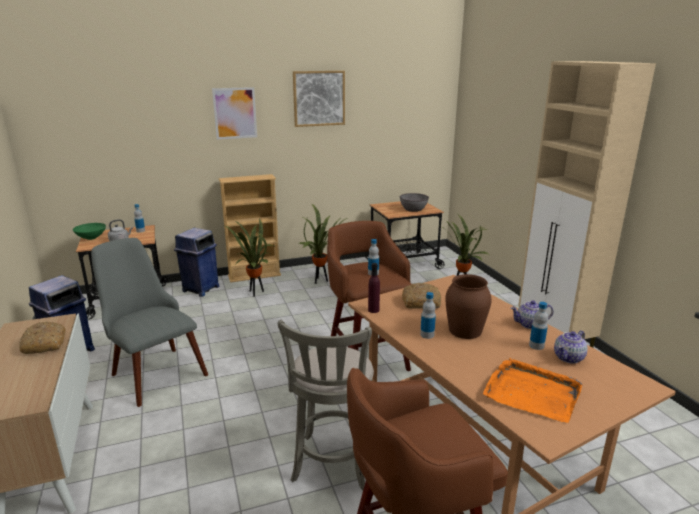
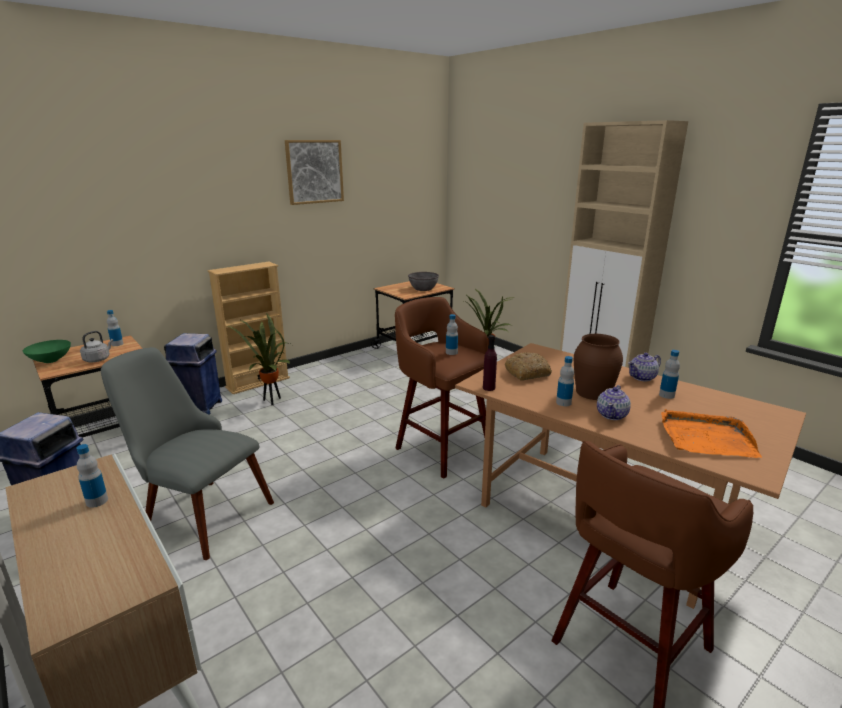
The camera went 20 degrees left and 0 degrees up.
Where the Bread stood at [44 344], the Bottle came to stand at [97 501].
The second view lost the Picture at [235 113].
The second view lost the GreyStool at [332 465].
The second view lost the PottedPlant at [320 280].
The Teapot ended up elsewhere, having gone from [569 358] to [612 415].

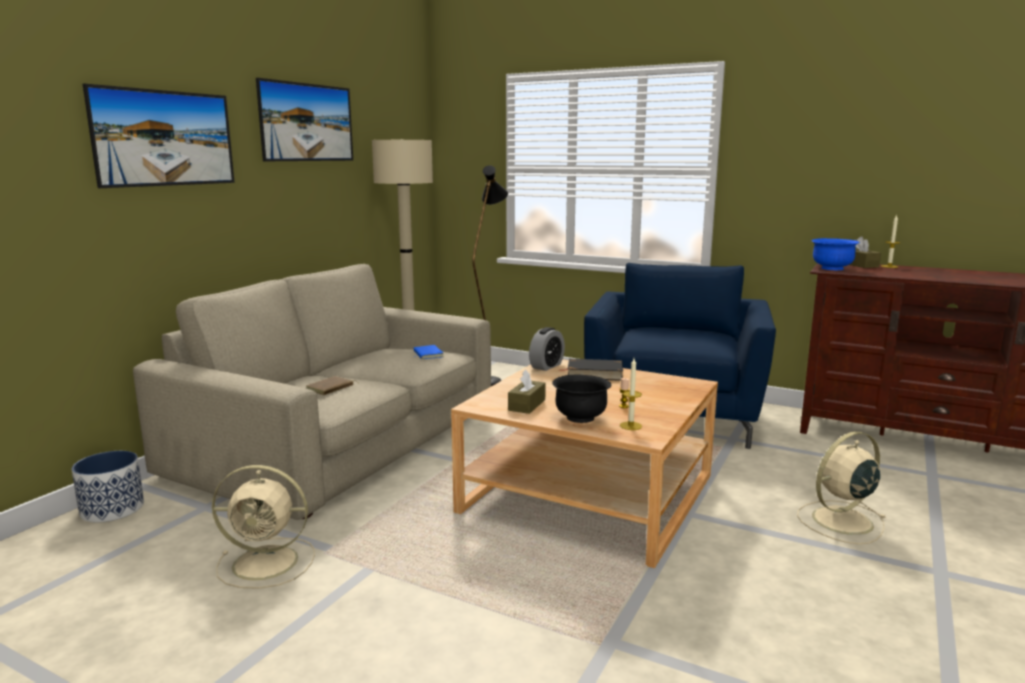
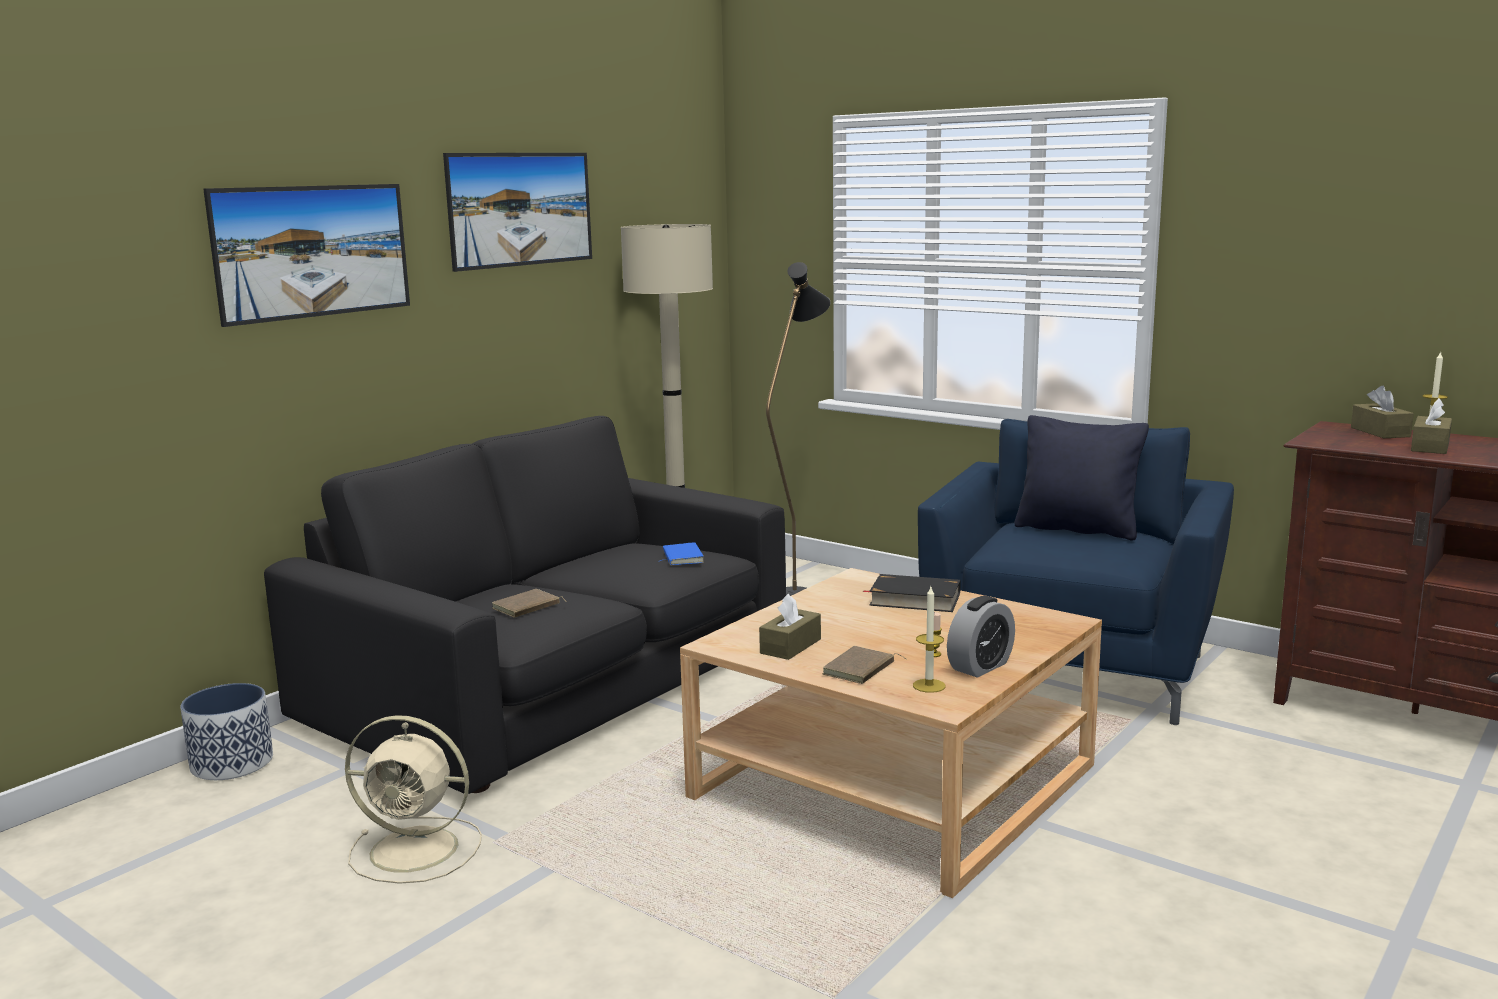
The camera went 10 degrees right and 0 degrees up.
What was the BeigeSofa at [342 441] turned into the BlackSofa at [556 682].
The AlarmClock ended up elsewhere, having gone from [546 366] to [980 666].
Where the BlackBowl stood at [580 418], the BrownBook came to stand at [860 670].
The second view lost the BeigeFan at [840 521].
The second view lost the BlueBowl at [832 268].
The second view gained the BlackPillow at [1077 529].
The second view gained the BrownTissueBox at [1430 447].

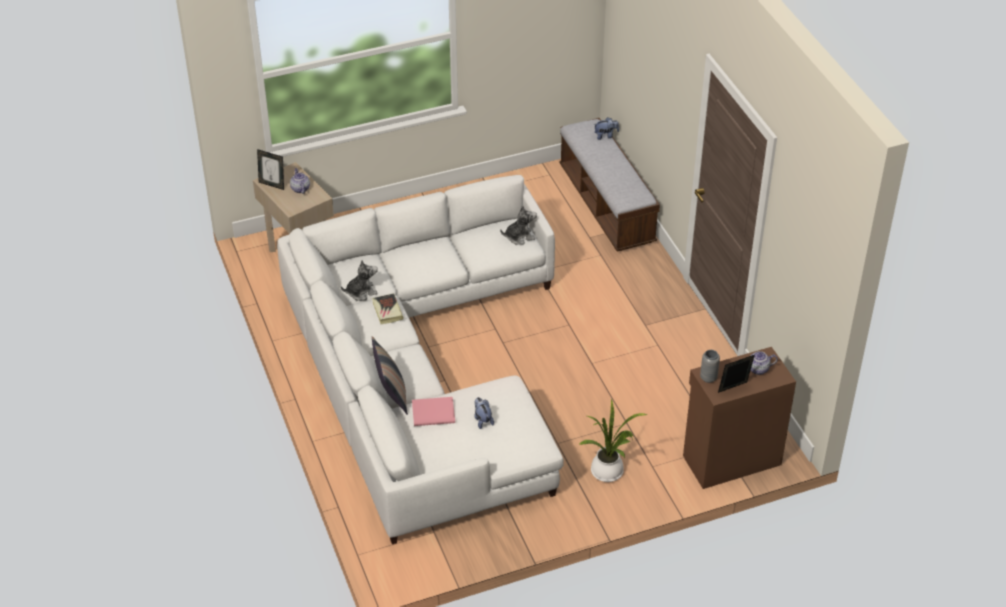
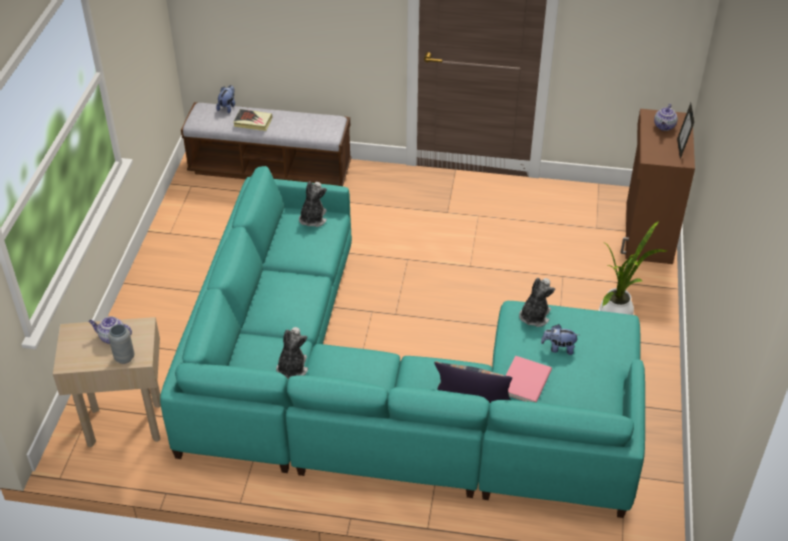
The camera went 60 degrees left and 0 degrees up.
The second view lost the PictureFrame at [272 184].
What was the WhiteSofa at [420 372] turned into the TurquoiseSofa at [389 393].
The Book ended up elsewhere, having gone from [387 311] to [253 122].
The GreyVase ended up elsewhere, having gone from [708 378] to [124 358].
The second view gained the PlushToy at [534 316].

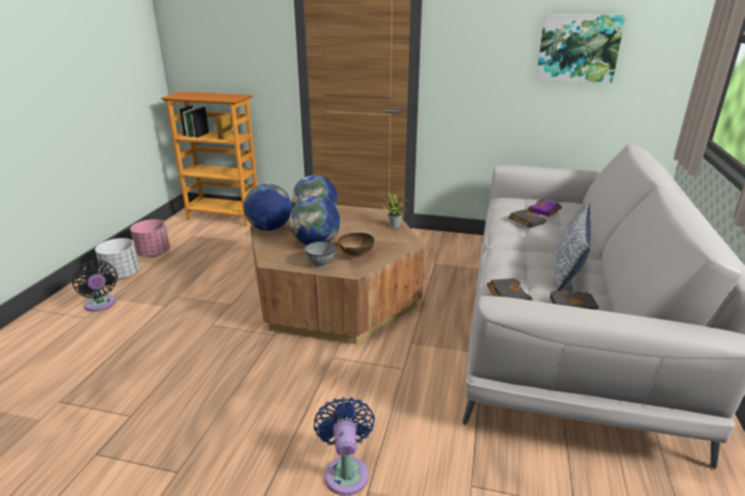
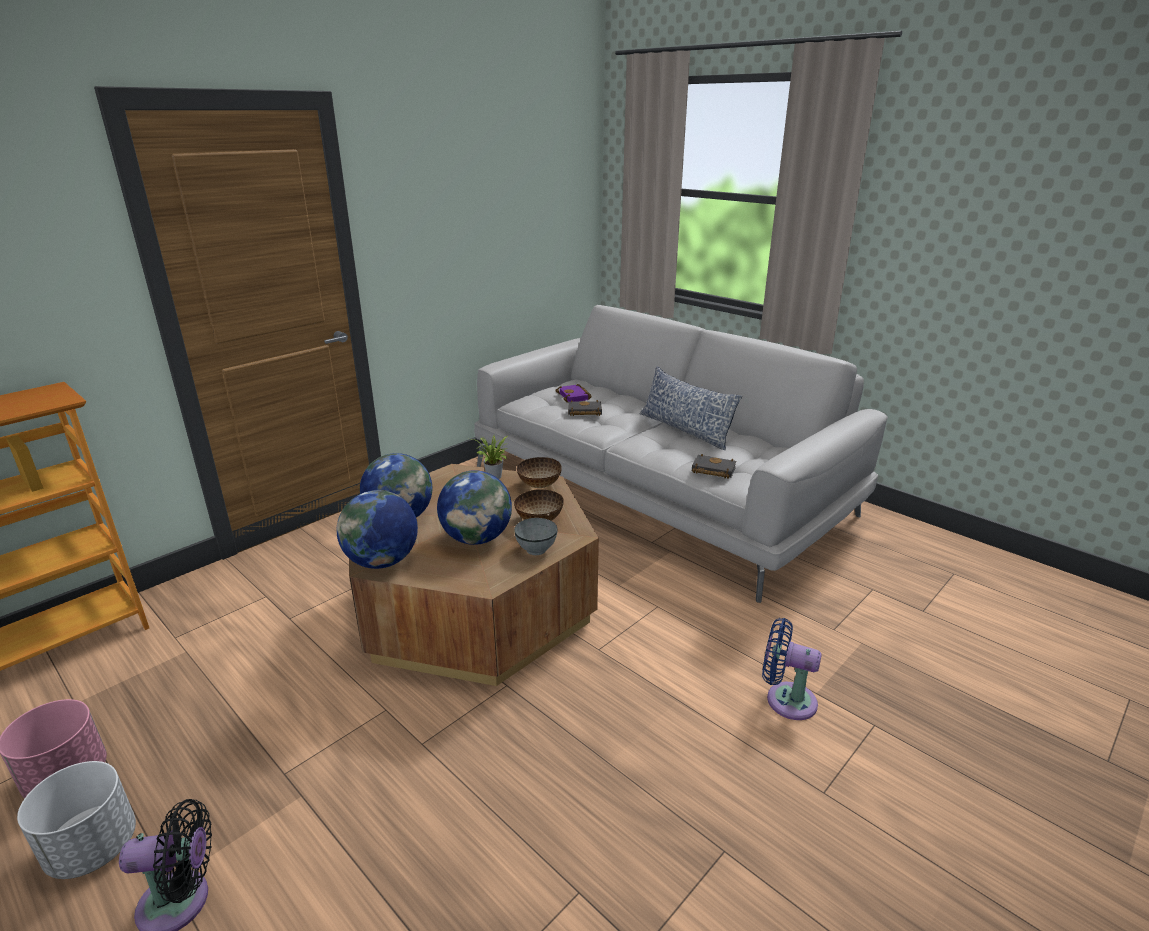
The camera went 60 degrees left and 0 degrees up.
The second view lost the Picture at [578 48].
The second view lost the BlackBook at [573 305].
The second view gained the Bowl at [539 485].

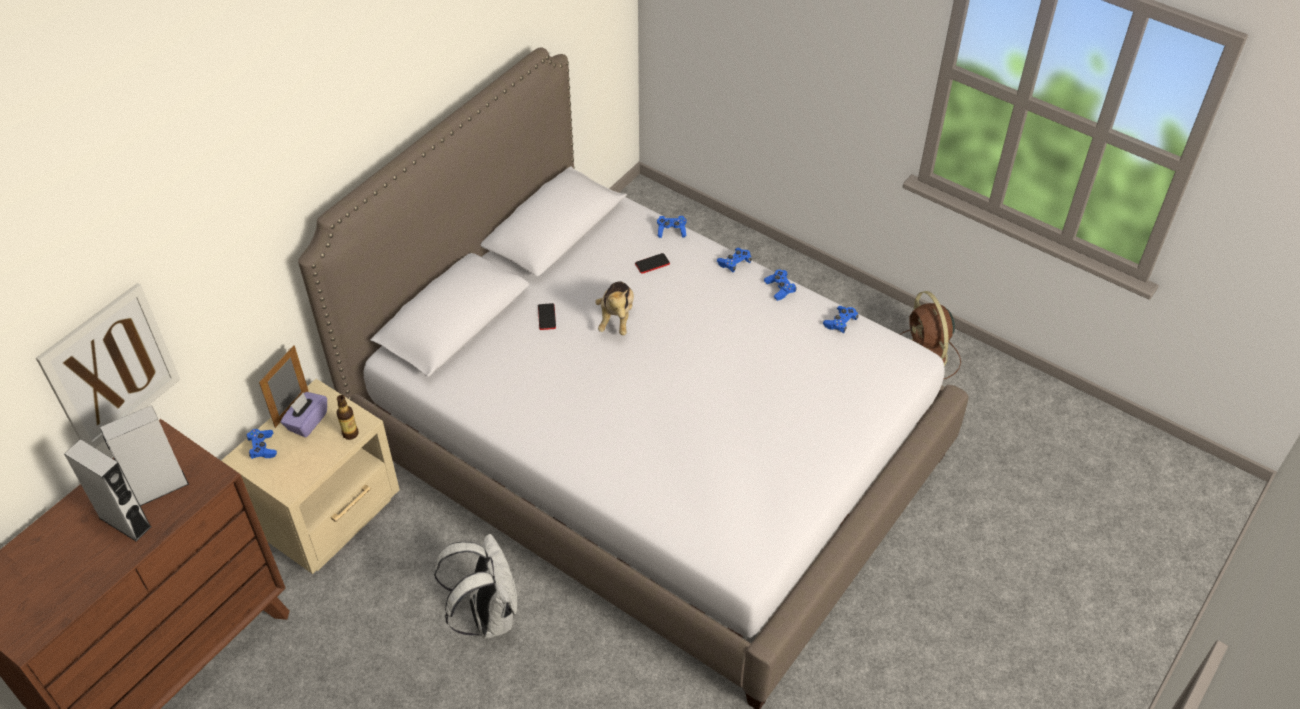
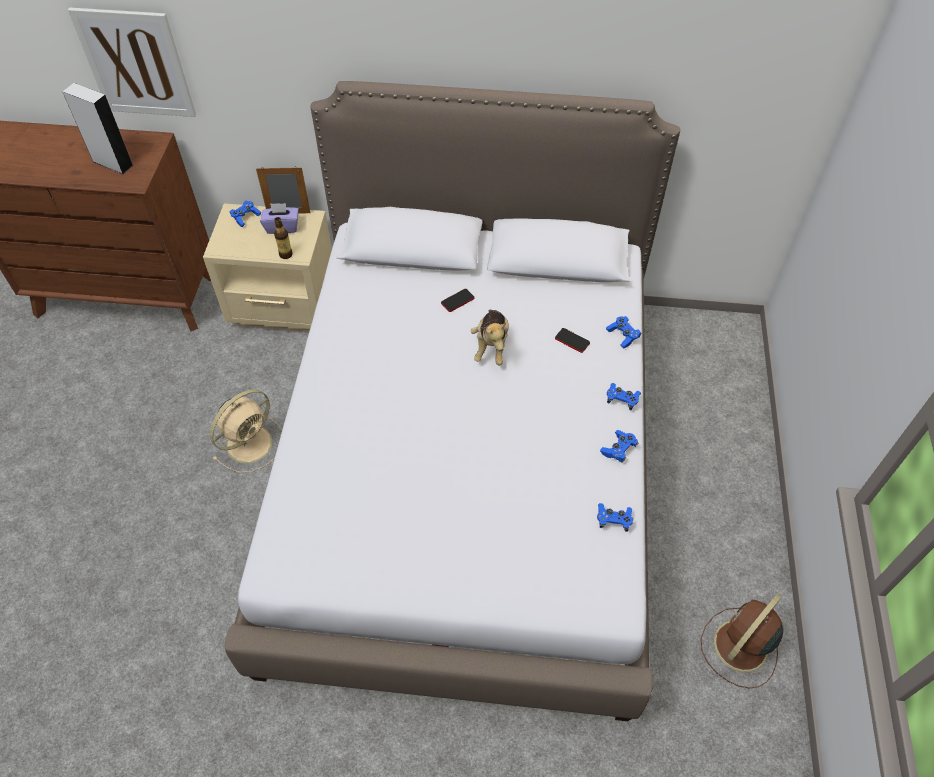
The camera went 60 degrees right and 5 degrees up.
The second view lost the GreySpeaker at [125 522].
Where the WhiteBackpack stood at [487 615], the BeigeFan came to stand at [251 442].
The PlushToy at [616 317] ended up facing another way, 60 degrees counterclockwise from before.

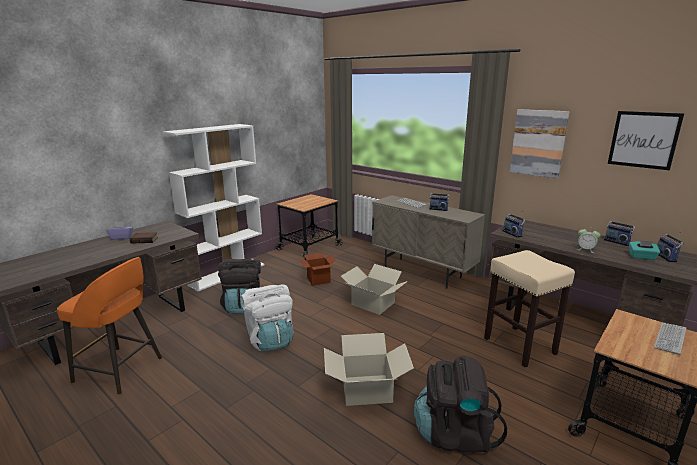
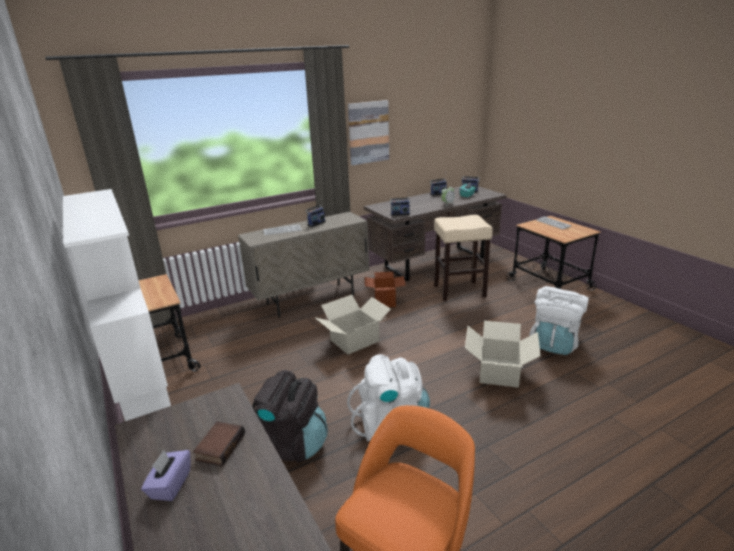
The camera went 70 degrees left and 5 degrees up.
The CardboardBox ended up elsewhere, having gone from [318 280] to [385 302].
What was the BlackBackpack at [454 434] turned into the WhiteBackpack at [554 343].
The second view lost the Picture at [643 140].

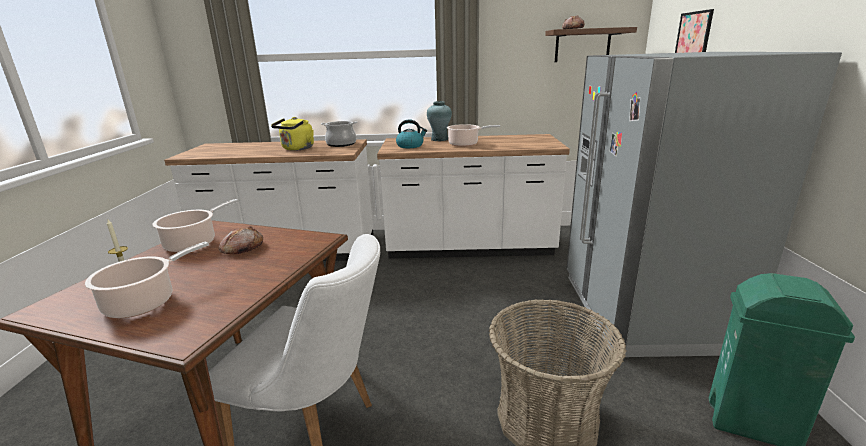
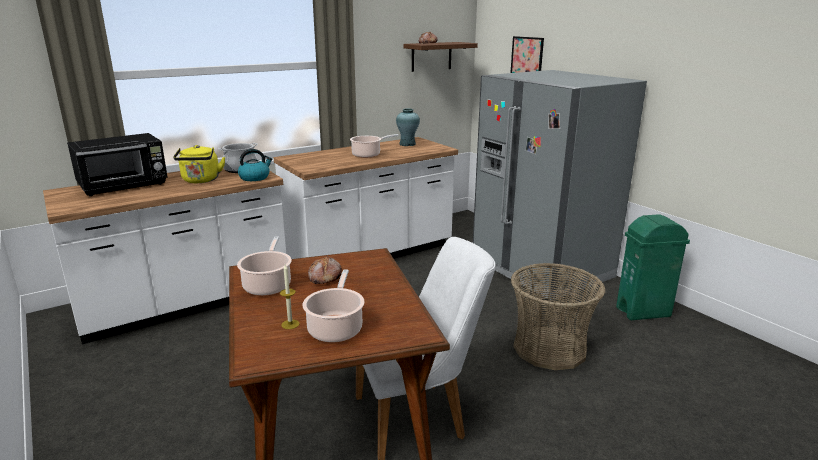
The camera went 35 degrees left and 0 degrees up.
The Kettle ended up elsewhere, having gone from [410 146] to [255 177].
The TurquoiseVase ended up elsewhere, having gone from [439 139] to [407 144].
The second view gained the BlackMicrowave at [124 186].

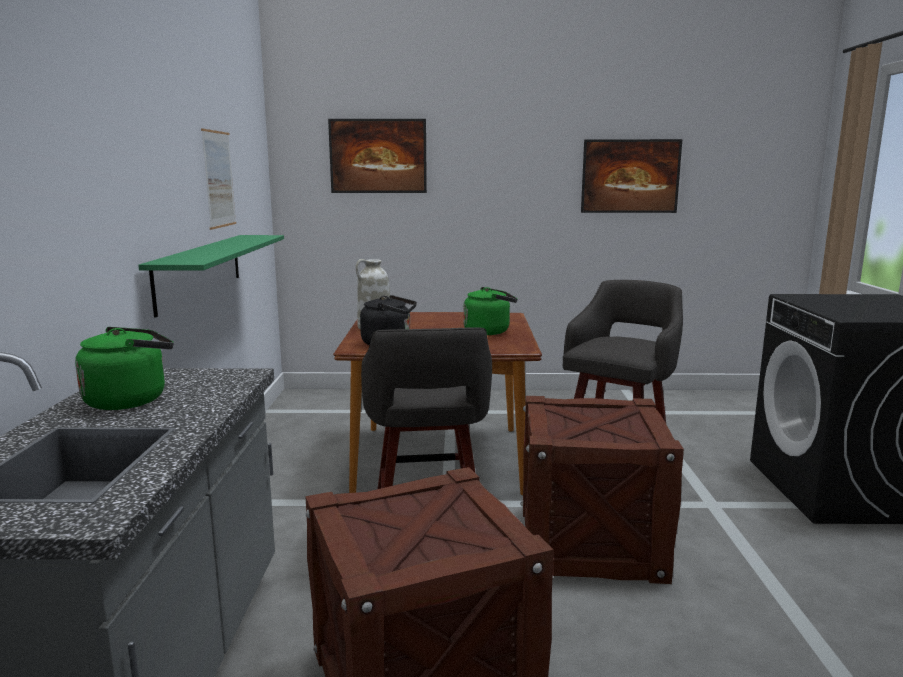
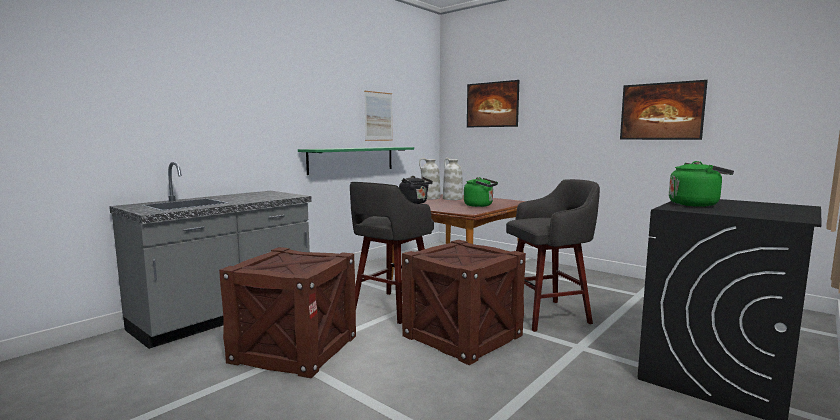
The camera went 40 degrees right and 5 degrees down.
The GreenKettle ended up elsewhere, having gone from [131 400] to [696 204].
The second view gained the WhiteVase at [452 199].

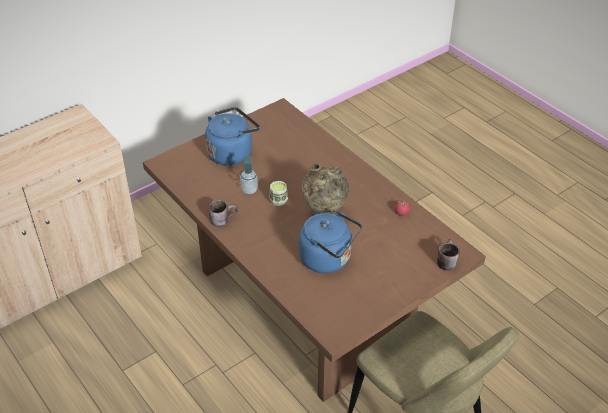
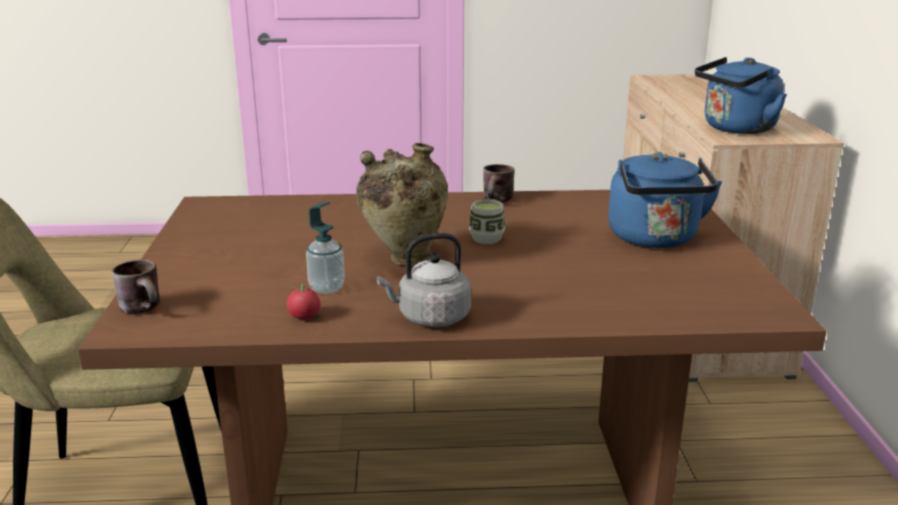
The camera went 125 degrees right and 20 degrees down.
The SoapDispenser ended up elsewhere, having gone from [249 190] to [326 288].
The BlueKettle ended up elsewhere, having gone from [328 259] to [736 129].
The second view gained the GreyKettle at [430 318].

